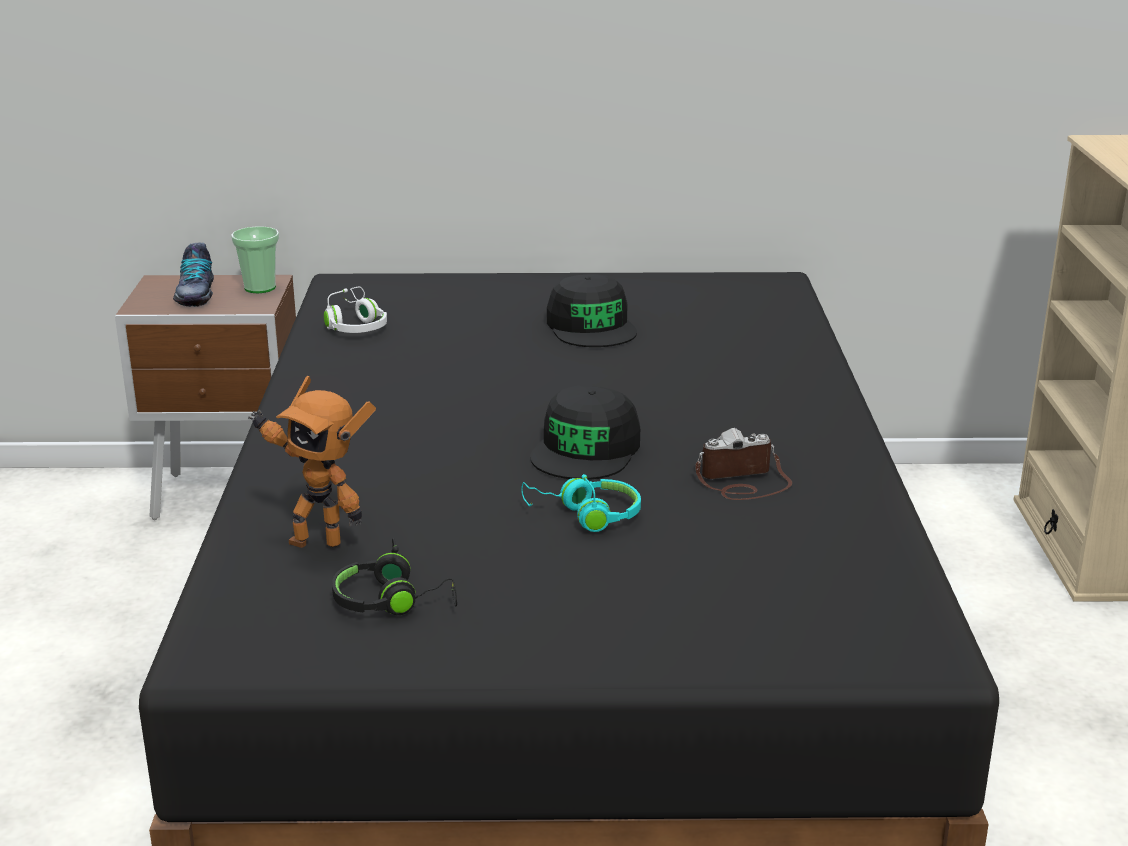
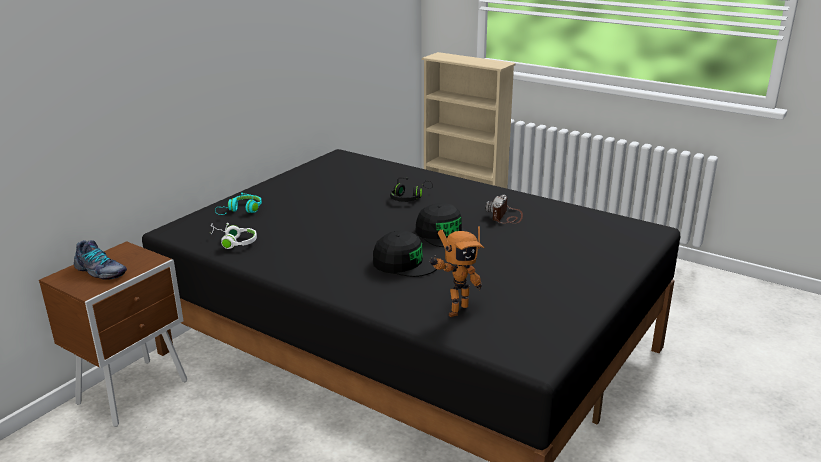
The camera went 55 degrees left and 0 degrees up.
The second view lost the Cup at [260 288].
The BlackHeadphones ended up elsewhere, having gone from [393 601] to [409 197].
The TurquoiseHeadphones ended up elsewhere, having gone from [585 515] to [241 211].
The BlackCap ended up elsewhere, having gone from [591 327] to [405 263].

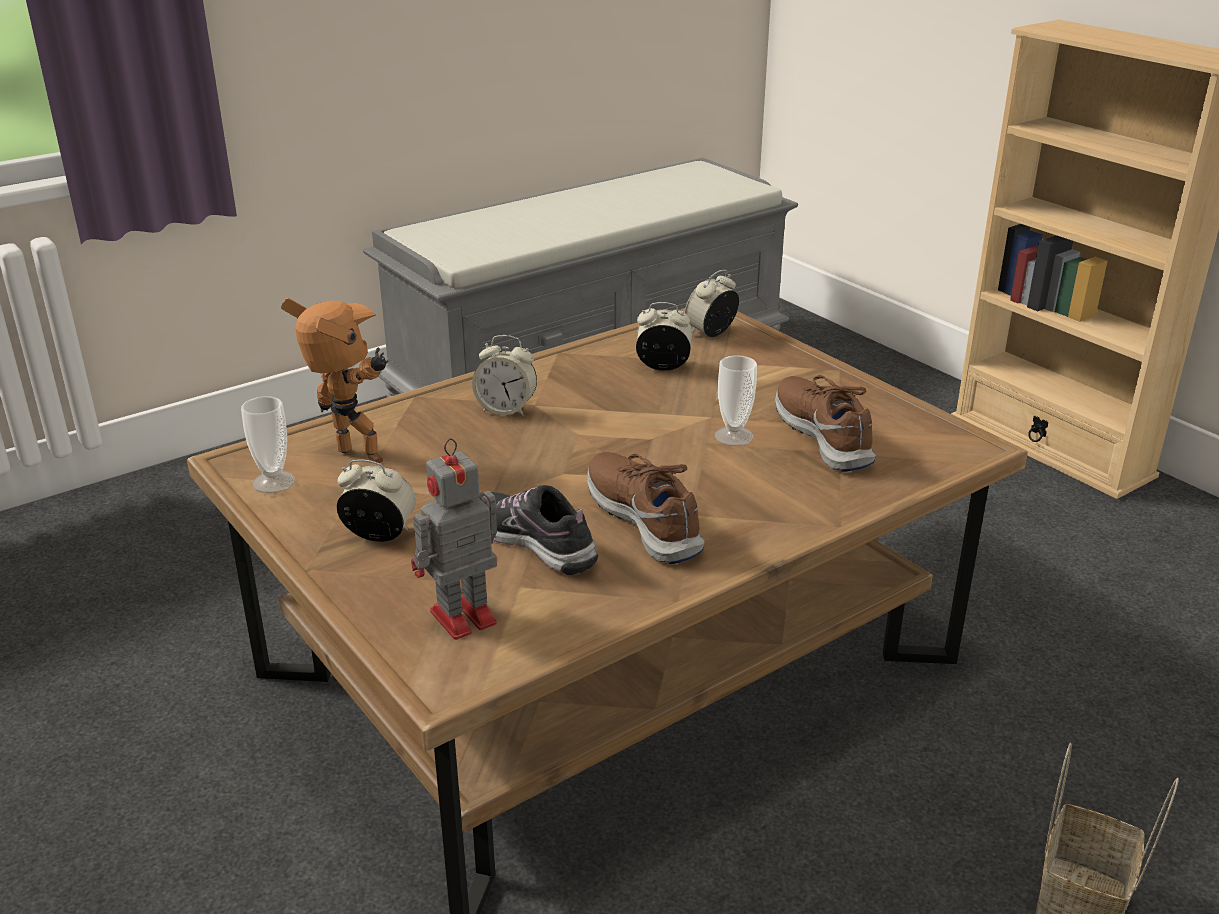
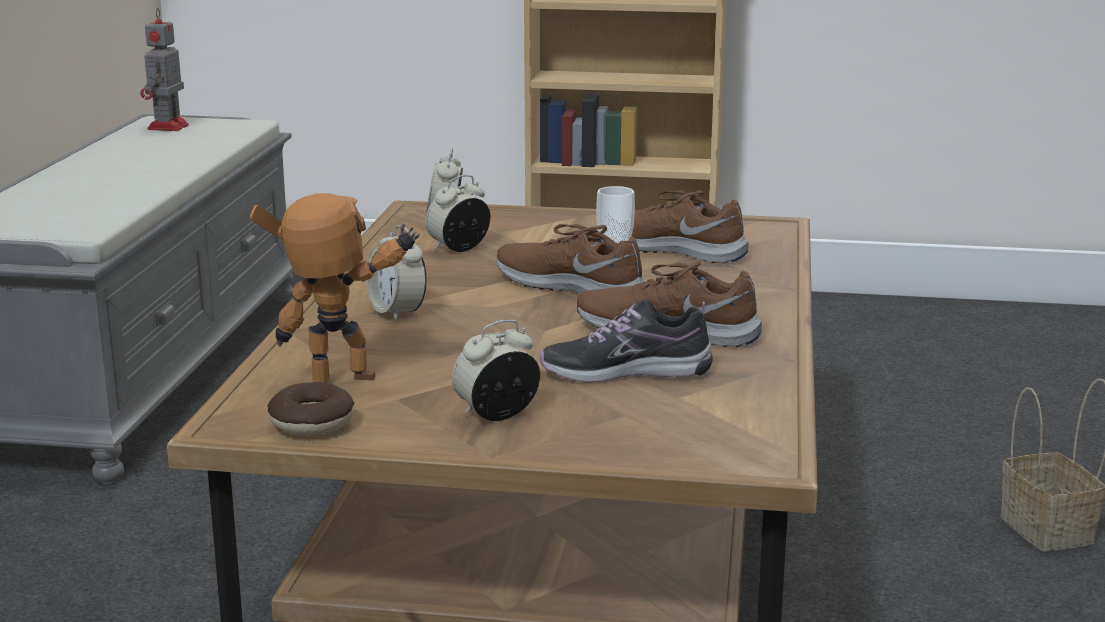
The camera went 45 degrees left and 10 degrees down.
Where the Cup stood at [274 482], the Donut came to stand at [311 422].
The ToyRobot ended up elsewhere, having gone from [459 618] to [167 127].
The AlarmClock at [506 409] ended up facing another way, 90 degrees clockwise from before.
The second view gained the BrownShoe at [571 286].

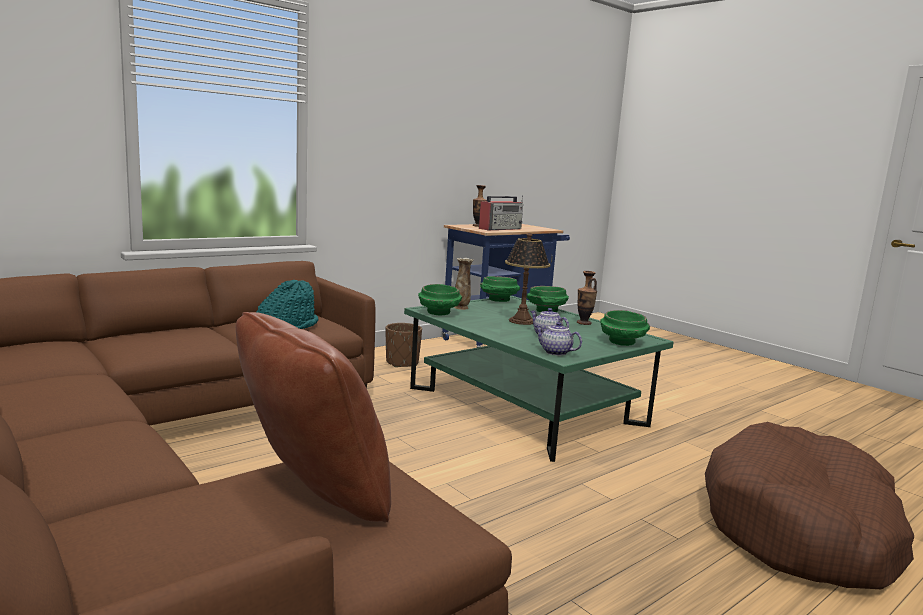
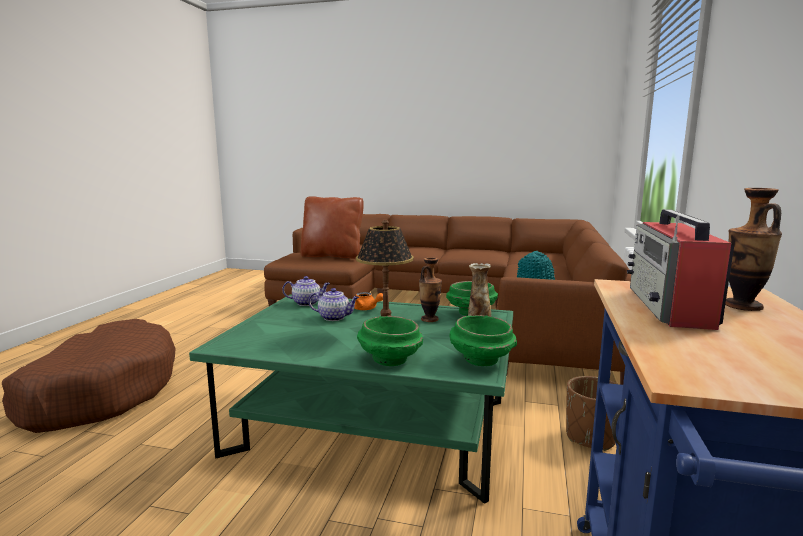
The camera went 145 degrees right and 0 degrees up.
The Vase ended up elsewhere, having gone from [583 323] to [429 319].
The second view lost the GreenBowl at [622 342].
The second view gained the OrangeTeapot at [366 309].

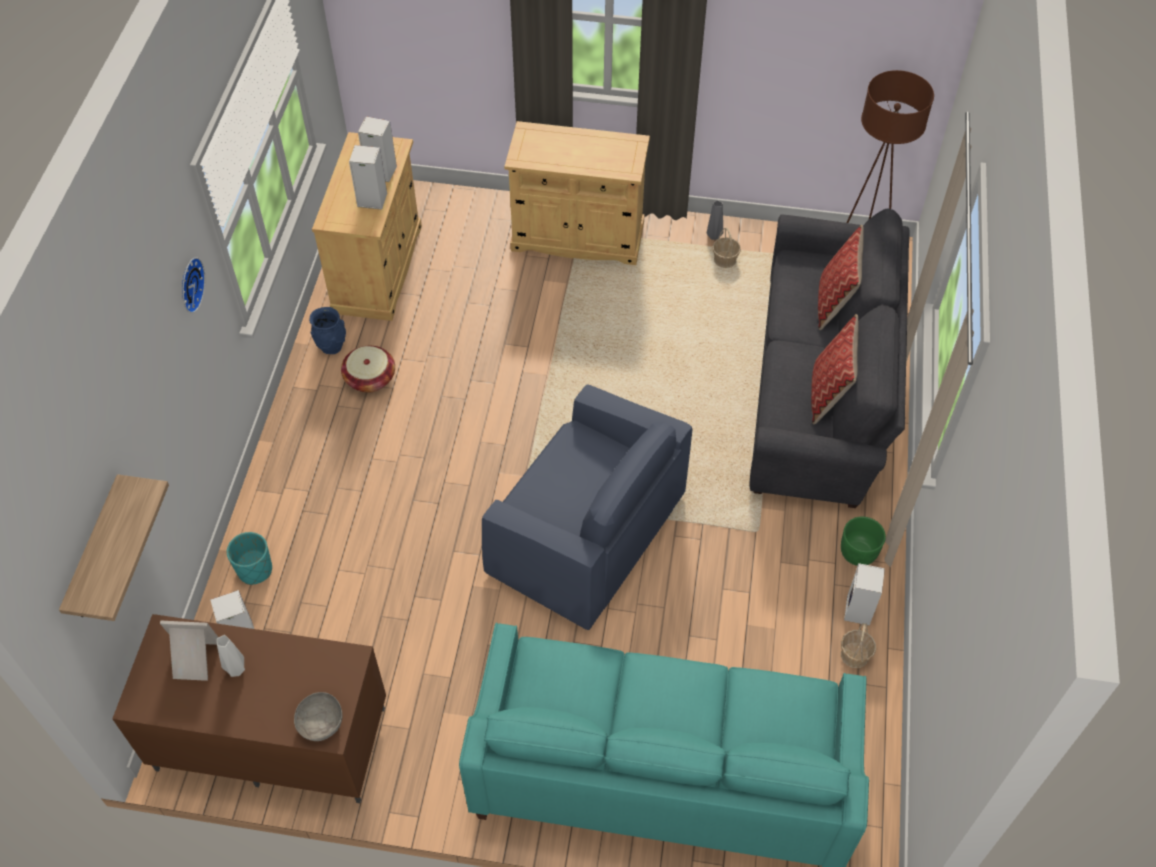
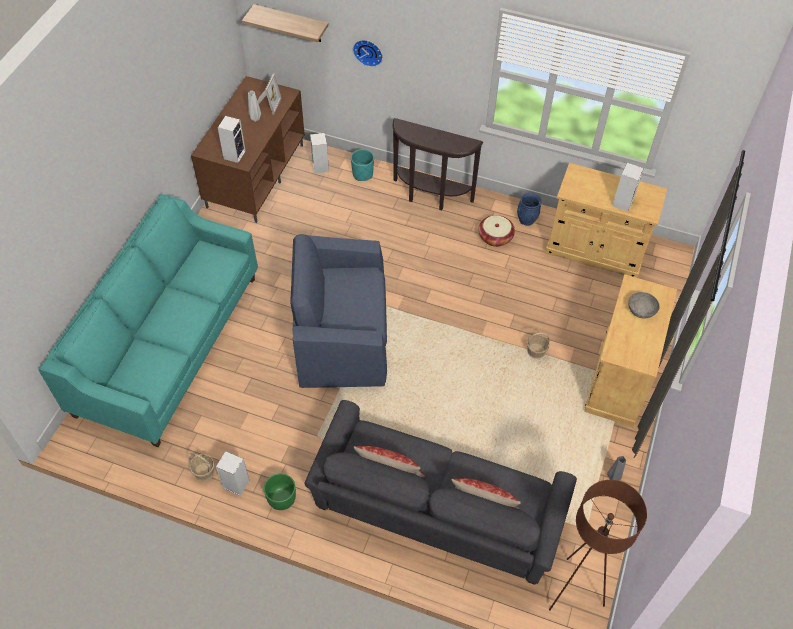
The camera went 100 degrees right and 0 degrees up.
The WallClock ended up elsewhere, having gone from [189 284] to [368 51].
The GreyBowl ended up elsewhere, having gone from [321 723] to [641 310].
The Speaker ended up elsewhere, having gone from [371 200] to [234 154].
The BlueArmchair at [586 535] ended up facing another way, 45 degrees clockwise from before.
The Basket ended up elsewhere, having gone from [725 260] to [536 351].
The second view gained the BrownConsoleTable at [430 197].

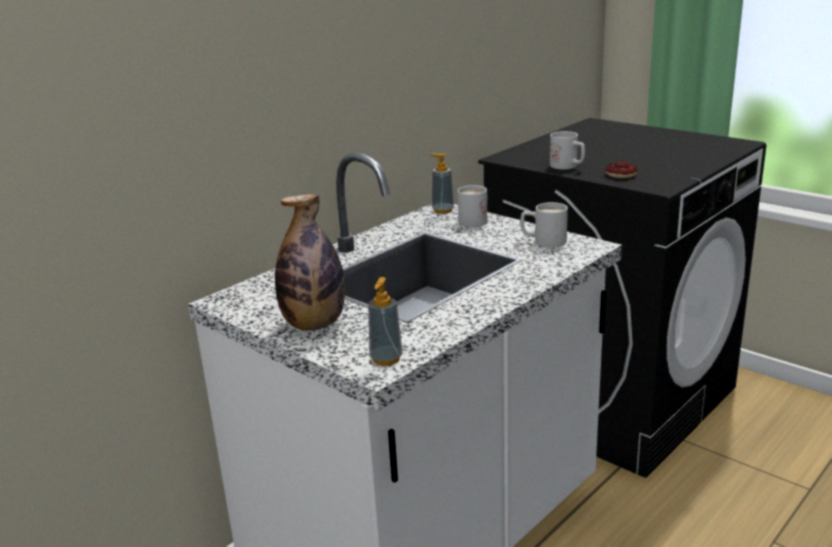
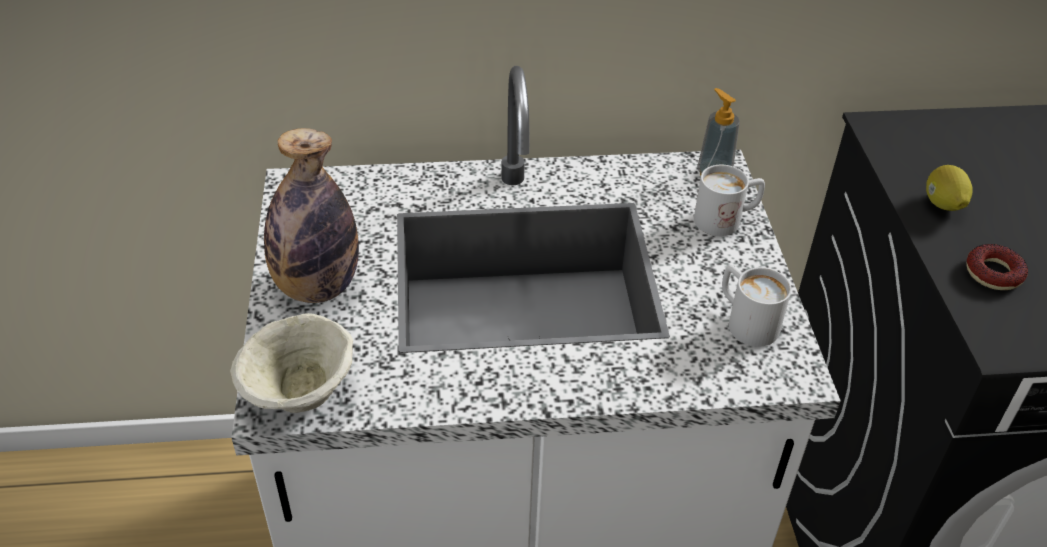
The camera went 40 degrees right and 20 degrees up.
Where the SoapDispenser stood at [386 359], the BeigeBowl came to stand at [301 396].
Where the WhiteMug stood at [568 167], the Lemon came to stand at [943 205].

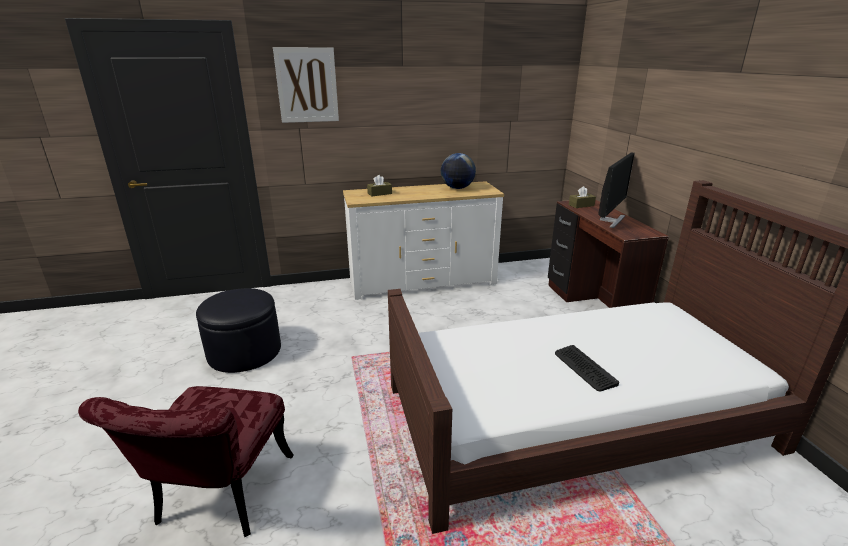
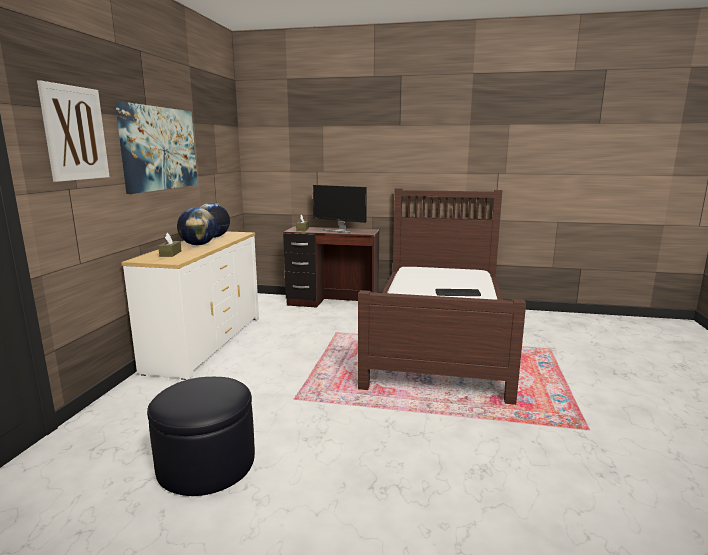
The camera went 65 degrees left and 10 degrees down.
The second view lost the RedChair at [219 500].
The Monitor at [610 220] ended up facing another way, 150 degrees clockwise from before.
The second view gained the Picture at [159 148].
The second view gained the Globe at [198 245].

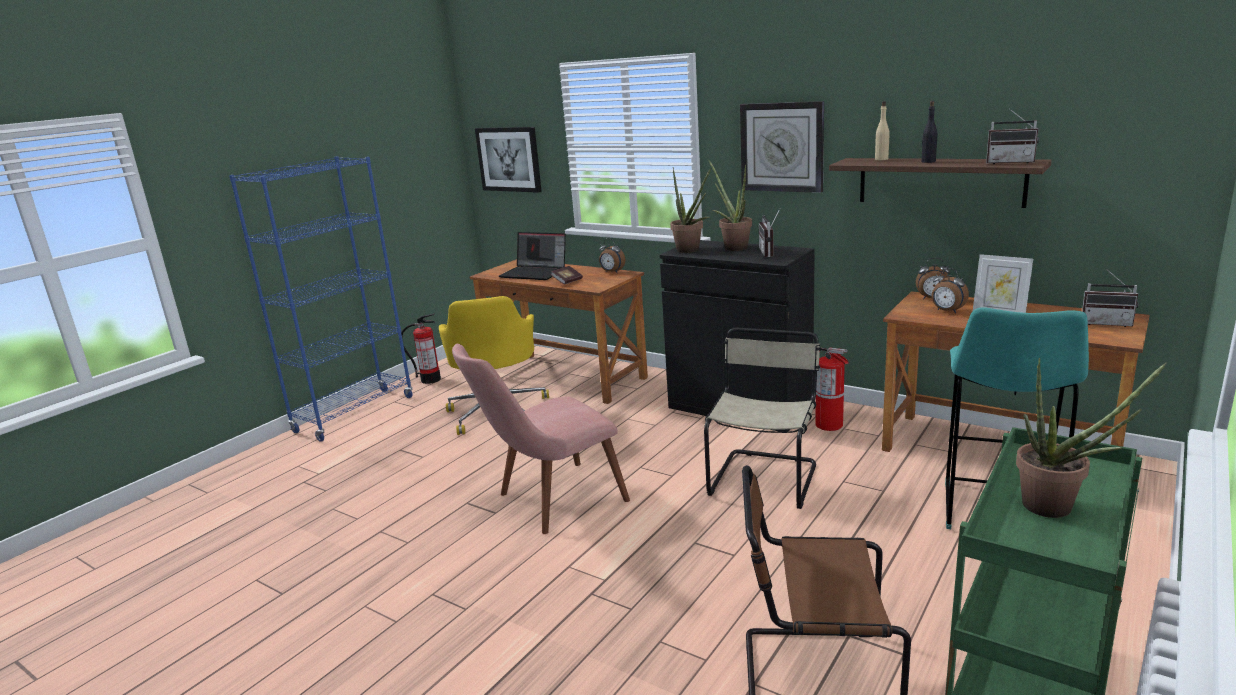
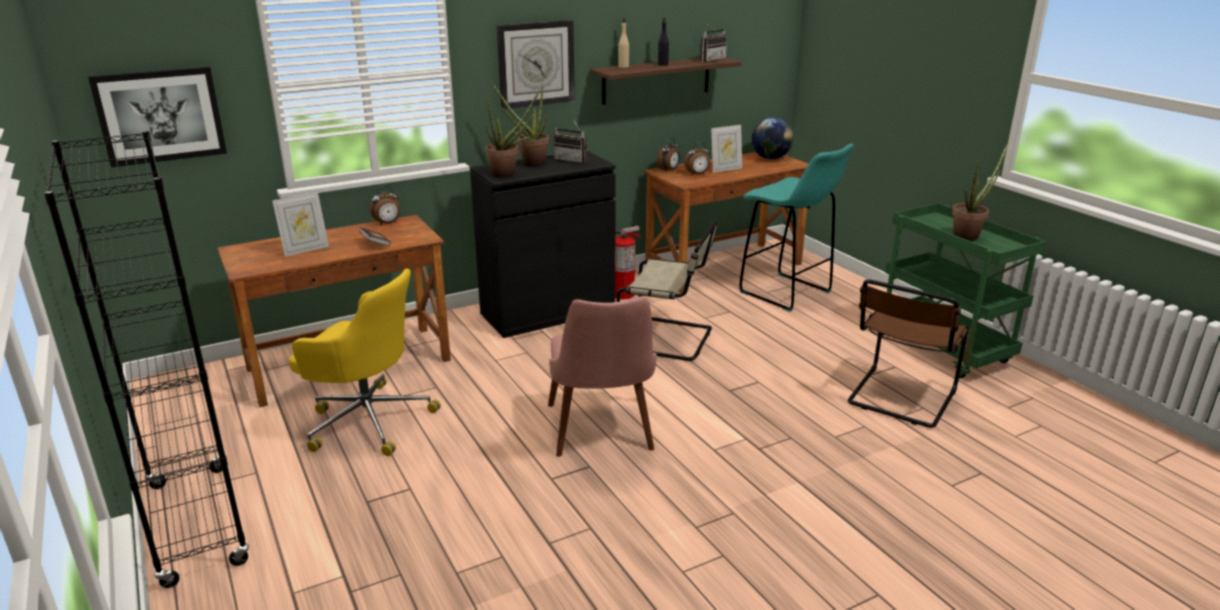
The camera went 65 degrees left and 5 degrees up.
What was the BlueBookcase at [354 414] turned into the BlackBookcase at [196 523].
The second view lost the FireExtinguisher at [430 379].
Where the Laptop stood at [535 273], the PictureFrame came to stand at [305 250].
The BeigeChair at [764 477] ended up facing another way, 150 degrees clockwise from before.
Where the Radio stood at [1106 323], the Globe came to stand at [770 158].

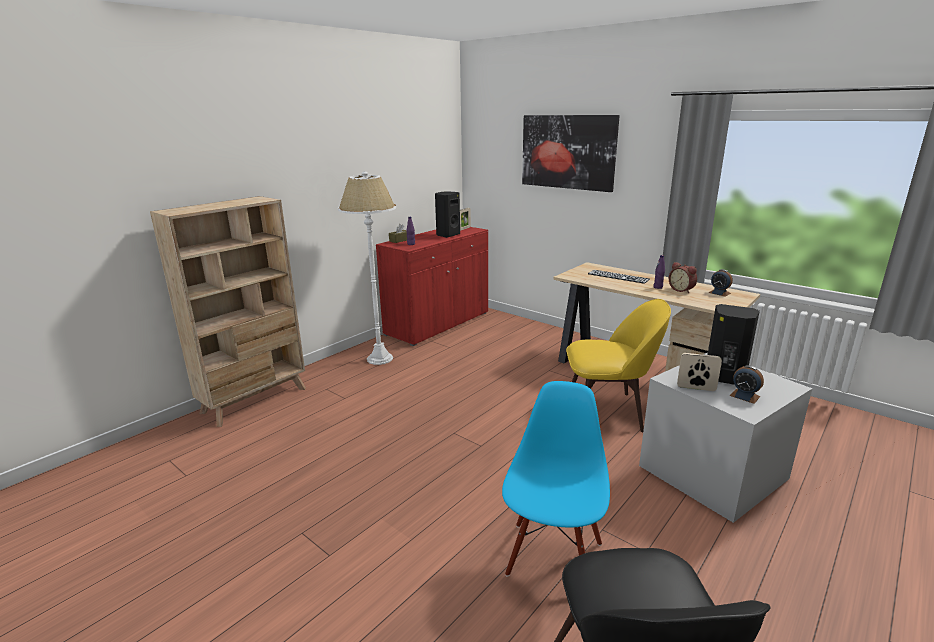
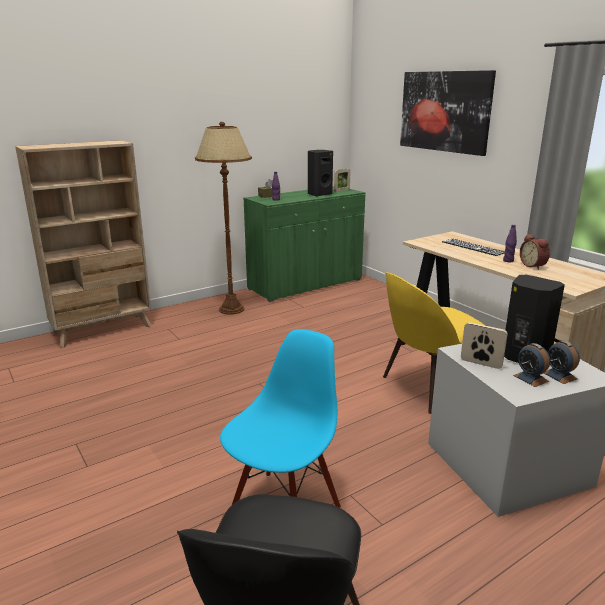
The camera went 15 degrees right and 0 degrees up.
What was the WhiteFloorLamp at [380 359] turned into the BrownFloorLamp at [231 309].
What was the RedCabinet at [438 324] turned into the GreenCabinet at [305 284].
The YellowChair at [608 411] ended up facing another way, 135 degrees clockwise from before.
The AlarmClock ended up elsewhere, having gone from [719 293] to [559 375].

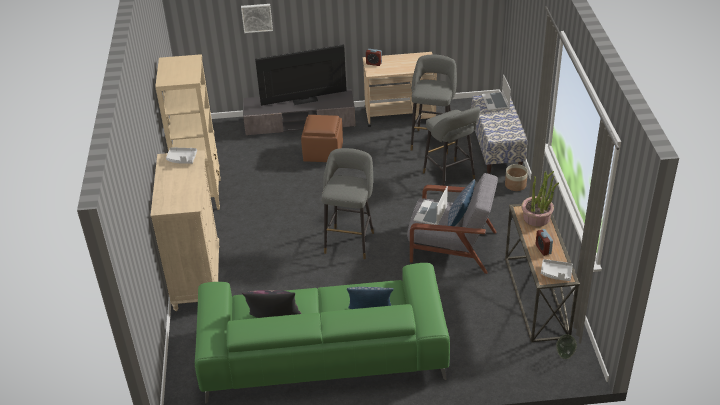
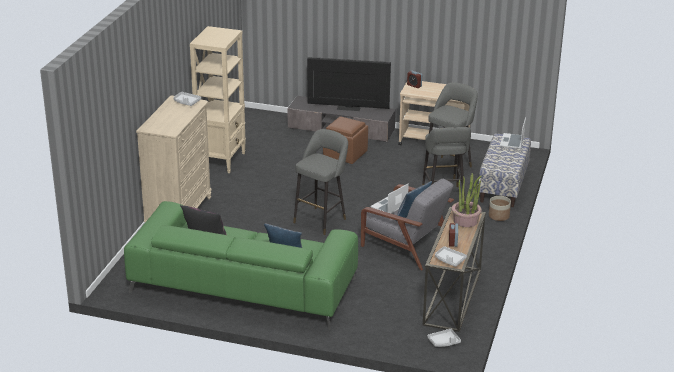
The camera went 20 degrees right and 10 degrees down.
The second view lost the Picture at [257 17].
Where the Vase stood at [564 356], the GreyTray came to stand at [444 342].

